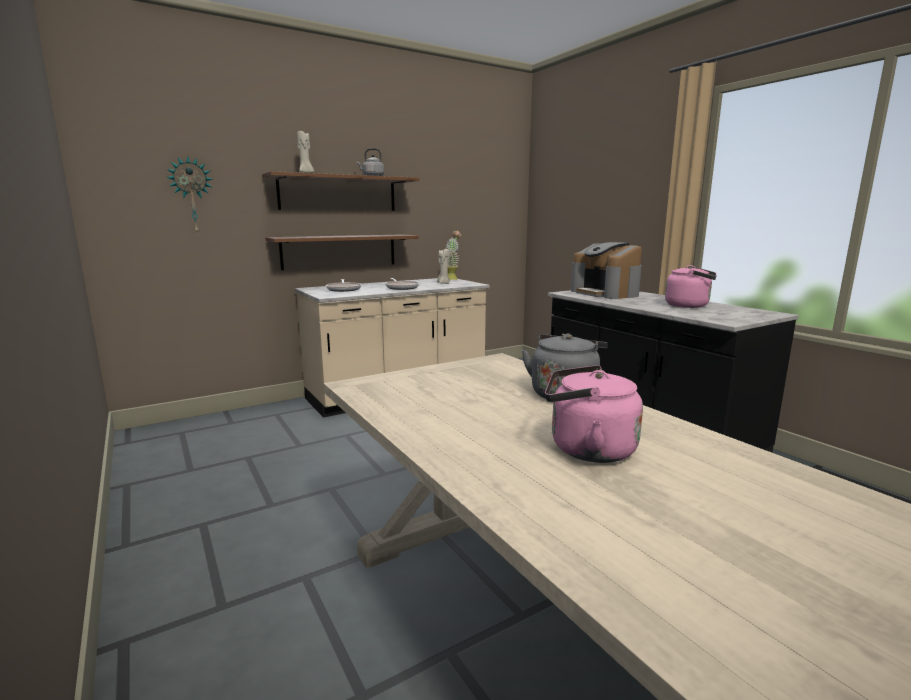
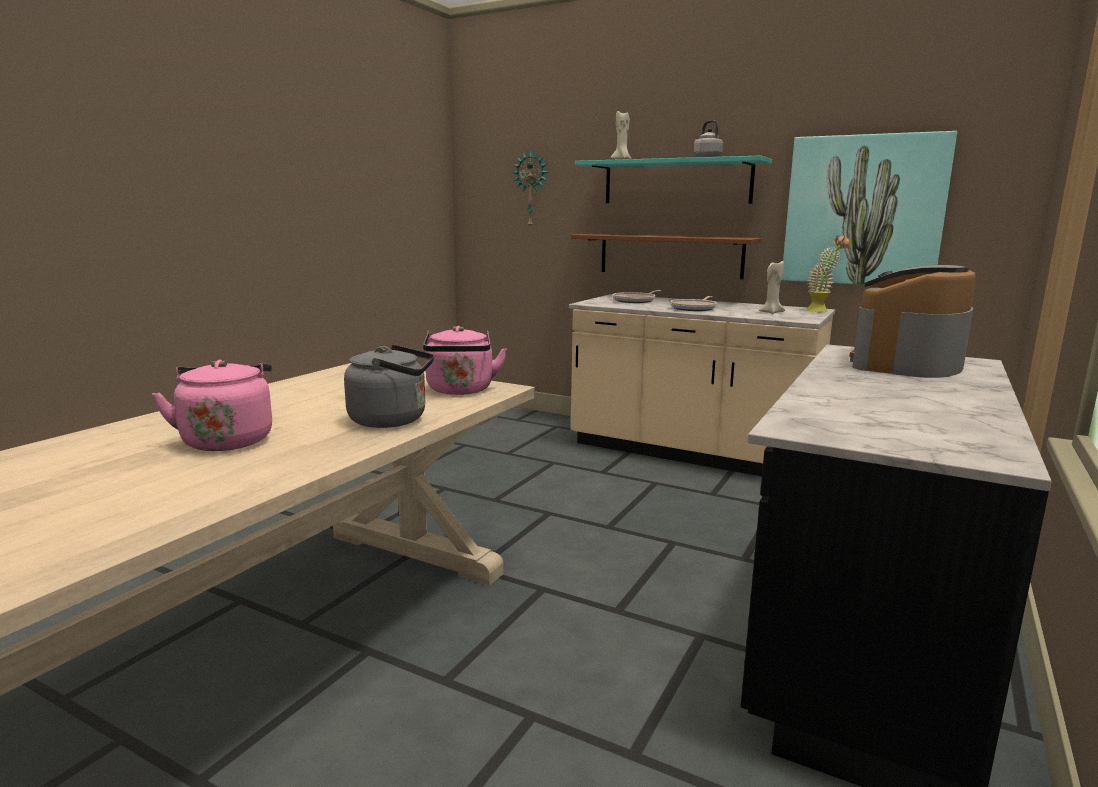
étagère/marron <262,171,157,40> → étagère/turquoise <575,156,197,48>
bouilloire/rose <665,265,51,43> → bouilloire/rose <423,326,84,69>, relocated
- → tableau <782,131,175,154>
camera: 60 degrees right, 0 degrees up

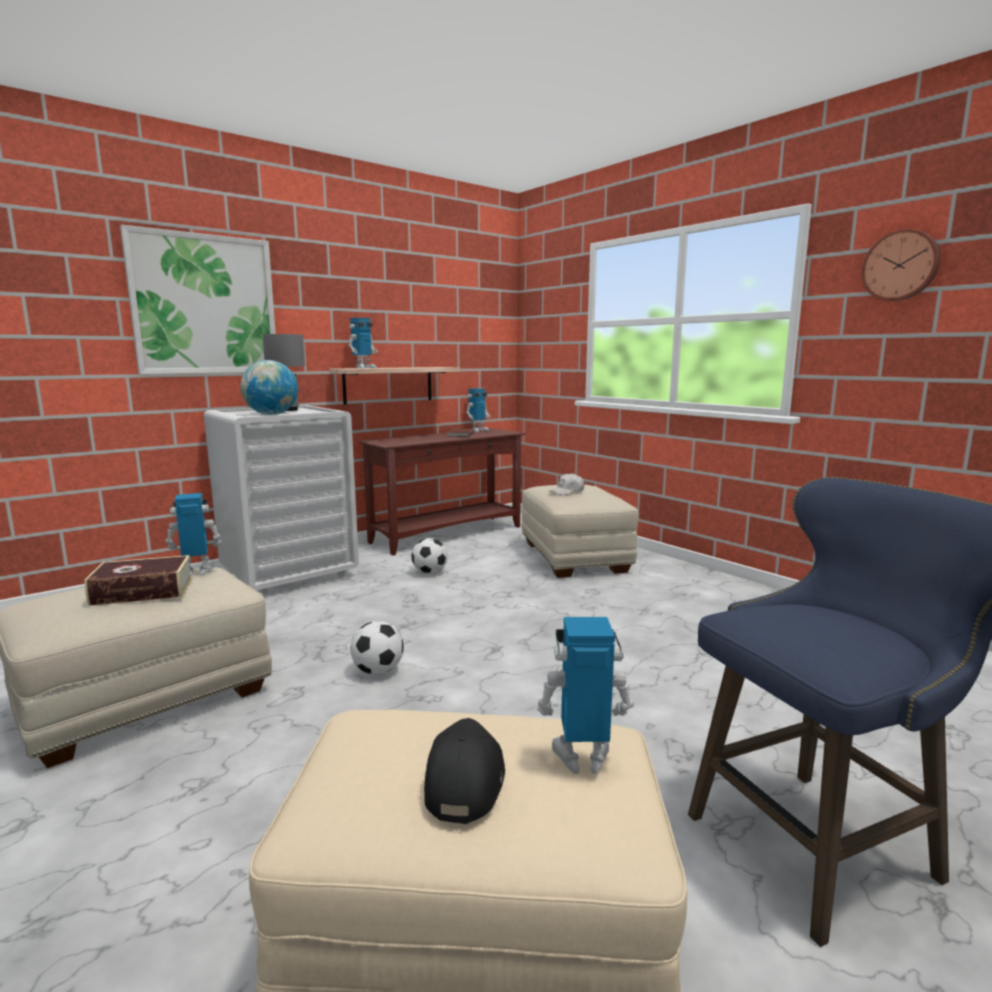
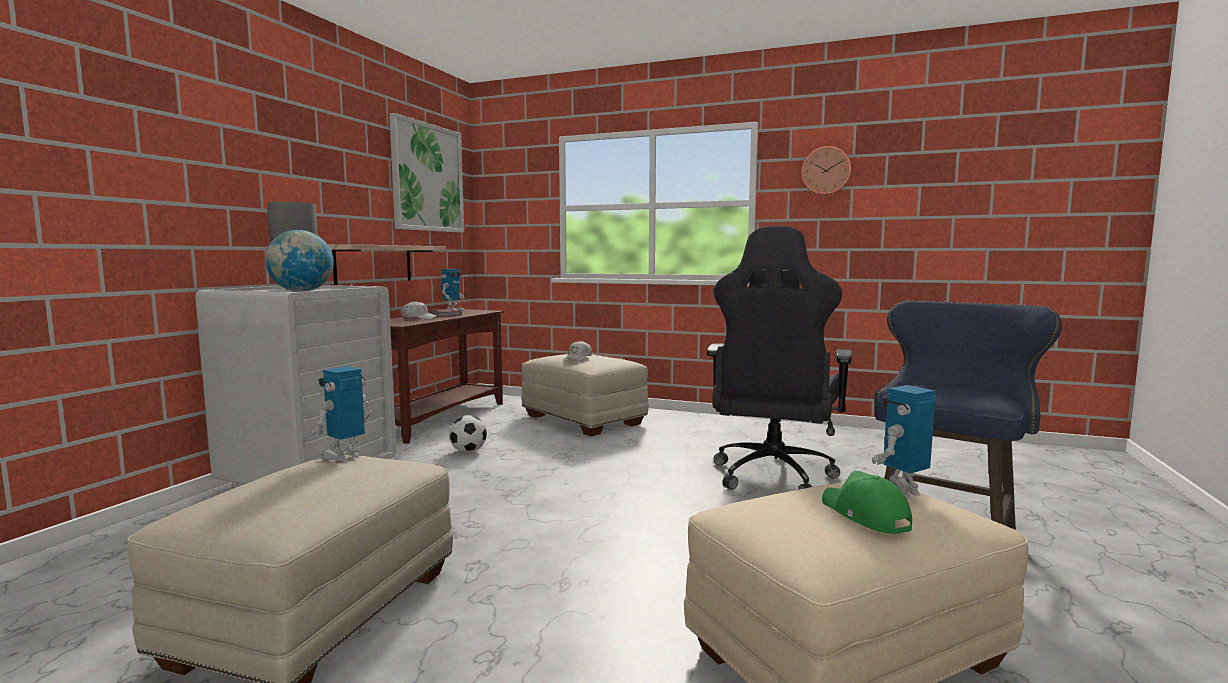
livre <84,555,109,51> → -
tableau <120,225,156,149> → tableau <389,113,75,120>, relocated
robot jouet <348,318,30,50> → -
ballon de foot <351,621,53,54> → -
casquette/noir <424,718,81,106> → casquette/vert <822,471,90,63>
- → casquette/blanc <401,301,37,19>
- → chaise de bureau/noir <707,226,146,264>
camera: 30 degrees left, 5 degrees down

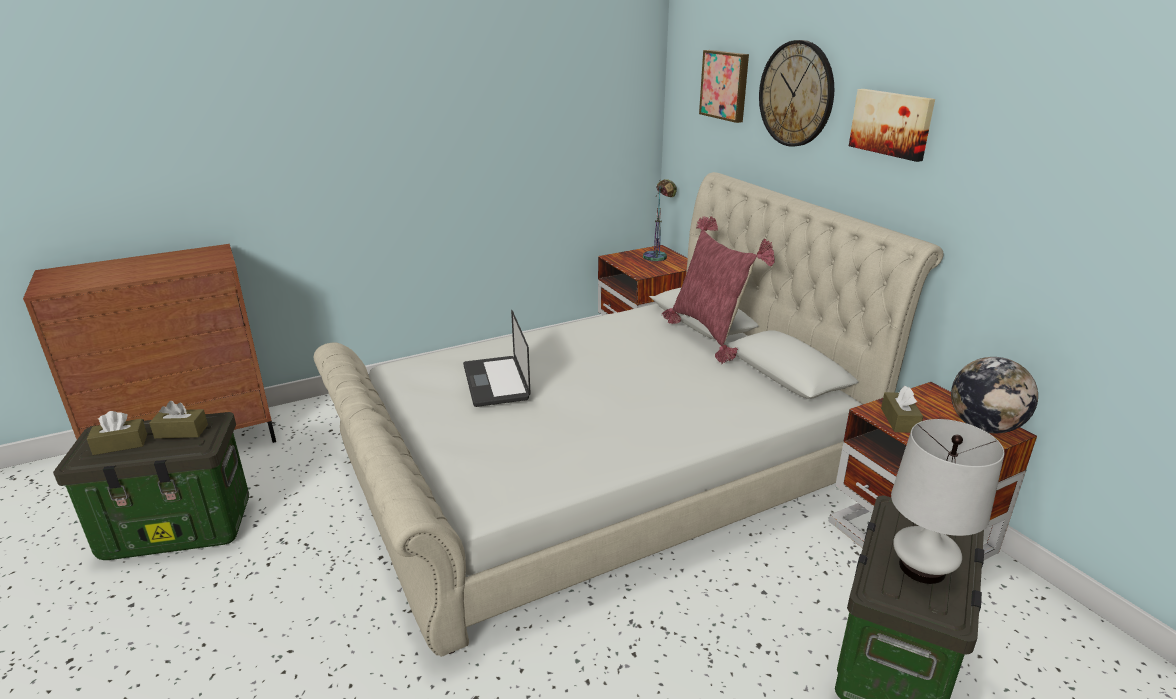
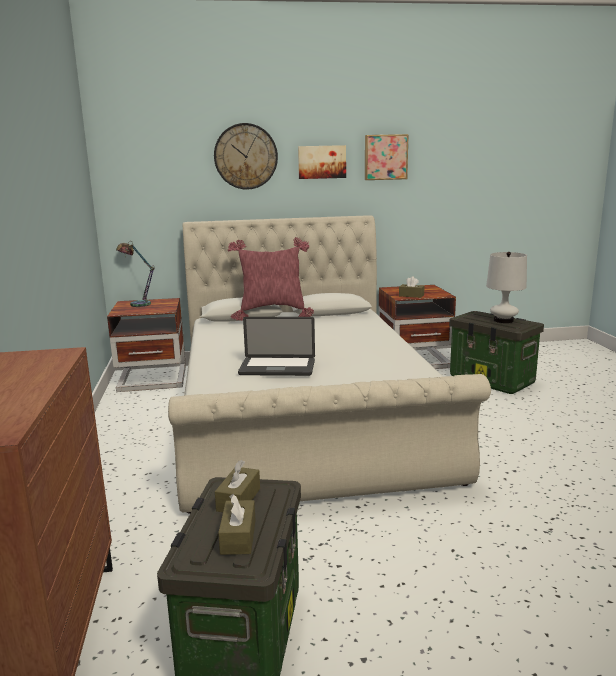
tableau <699,50,50,73> → tableau <365,134,44,46>, relocated
globe <951,357,87,76> → -
camera: 70 degrees left, 10 degrees down

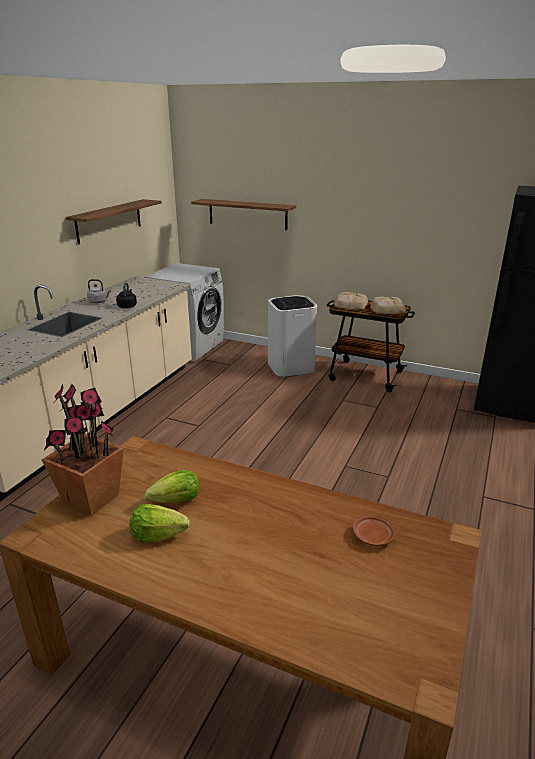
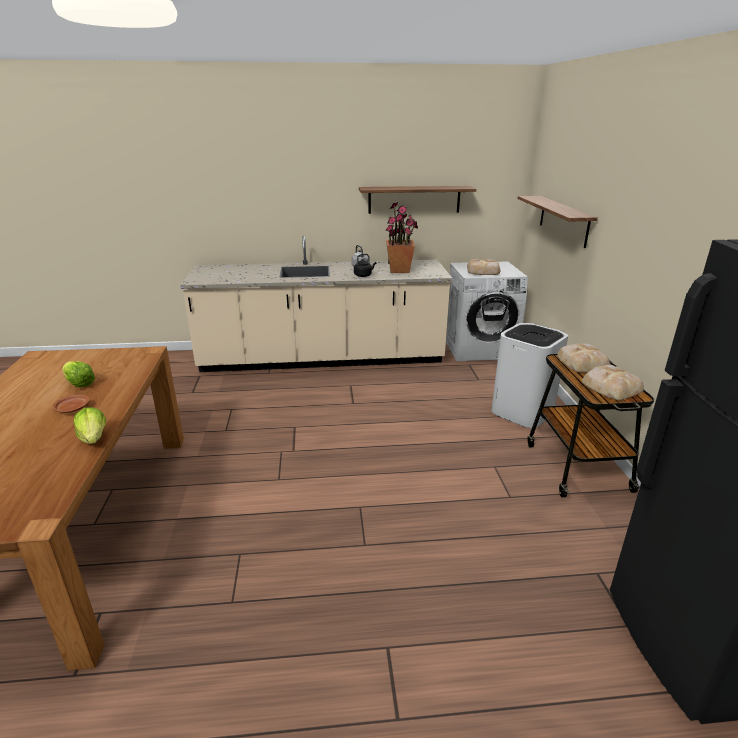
plante en pot <42,384,82,132> → plante en pot <385,202,33,71>, relocated
laitue <129,504,61,38> → laitue <74,407,32,37>, relocated
assiette/marron <352,515,45,31> → assiette/marron <53,395,37,18>, relocated
- → pain <467,259,33,16>
camera: 60 degrees right, 0 degrees up

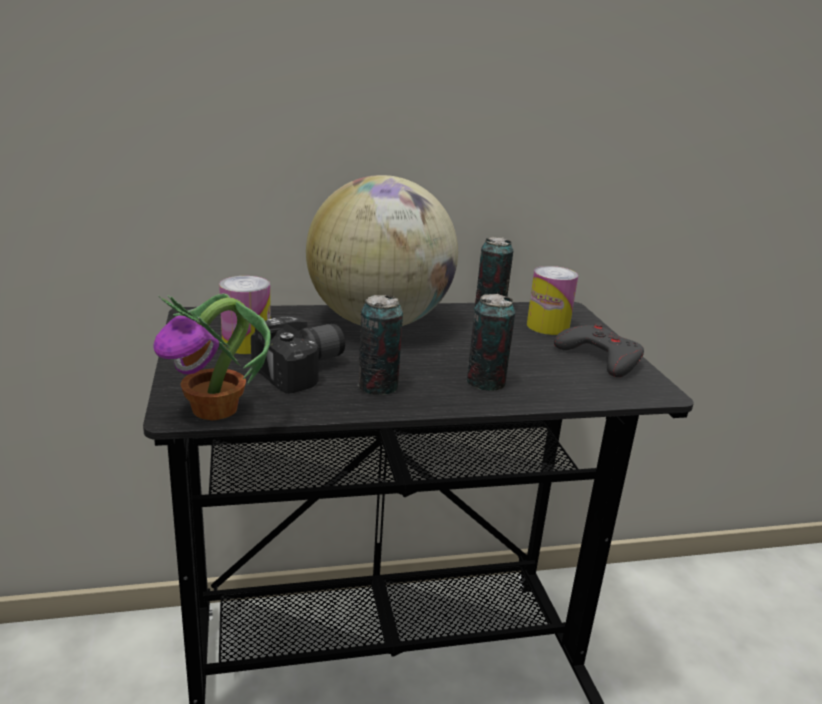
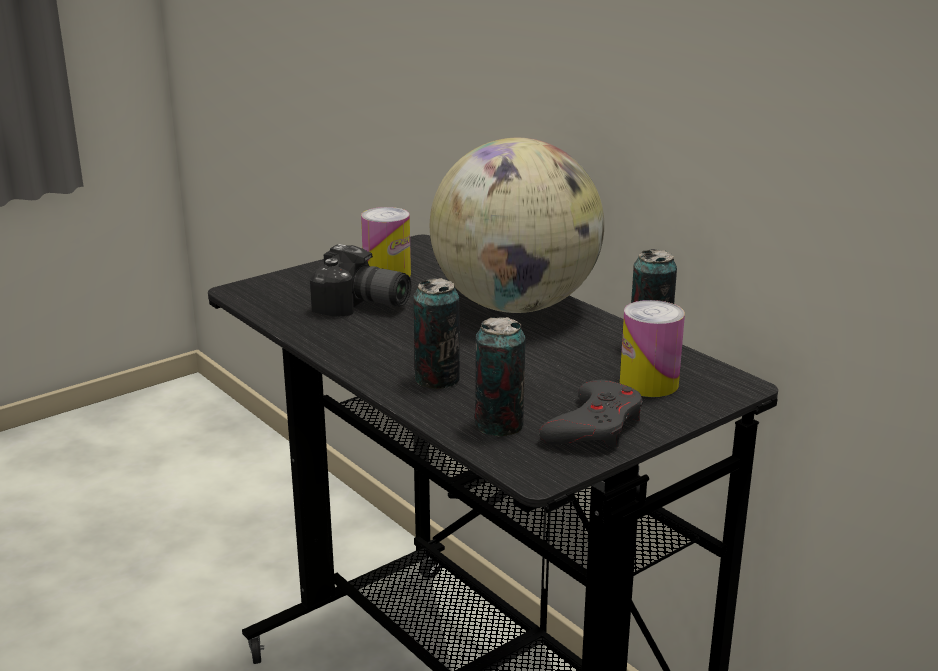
plante en pot <153,293,118,127> → -
boîte métallique <357,295,46,100> → boîte métallique <475,317,51,119>, relocated
camera: 65 degrees right, 0 degrees up

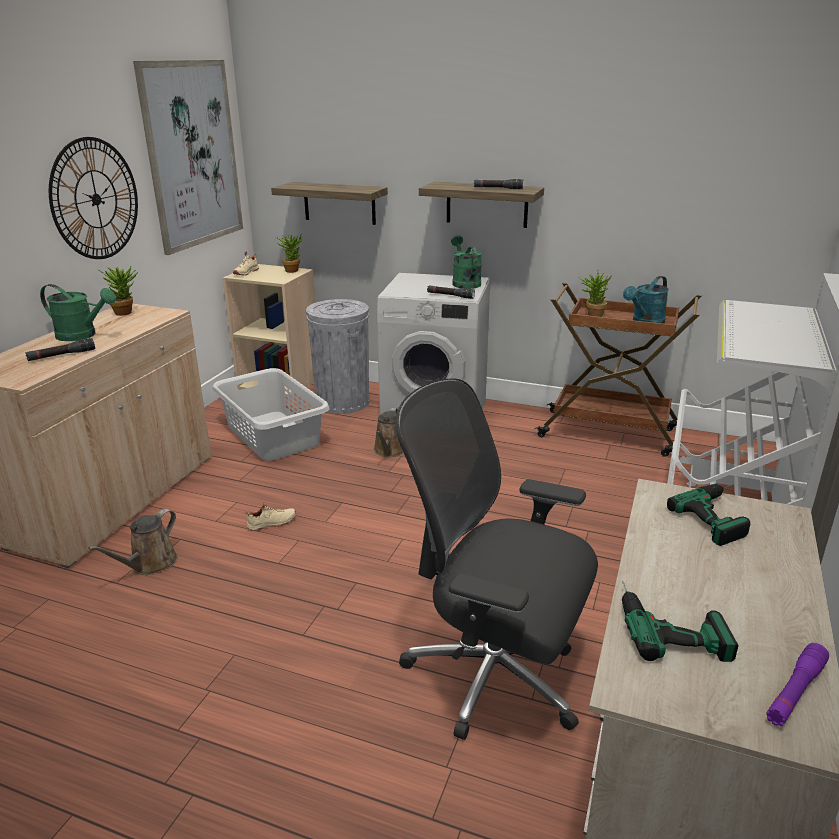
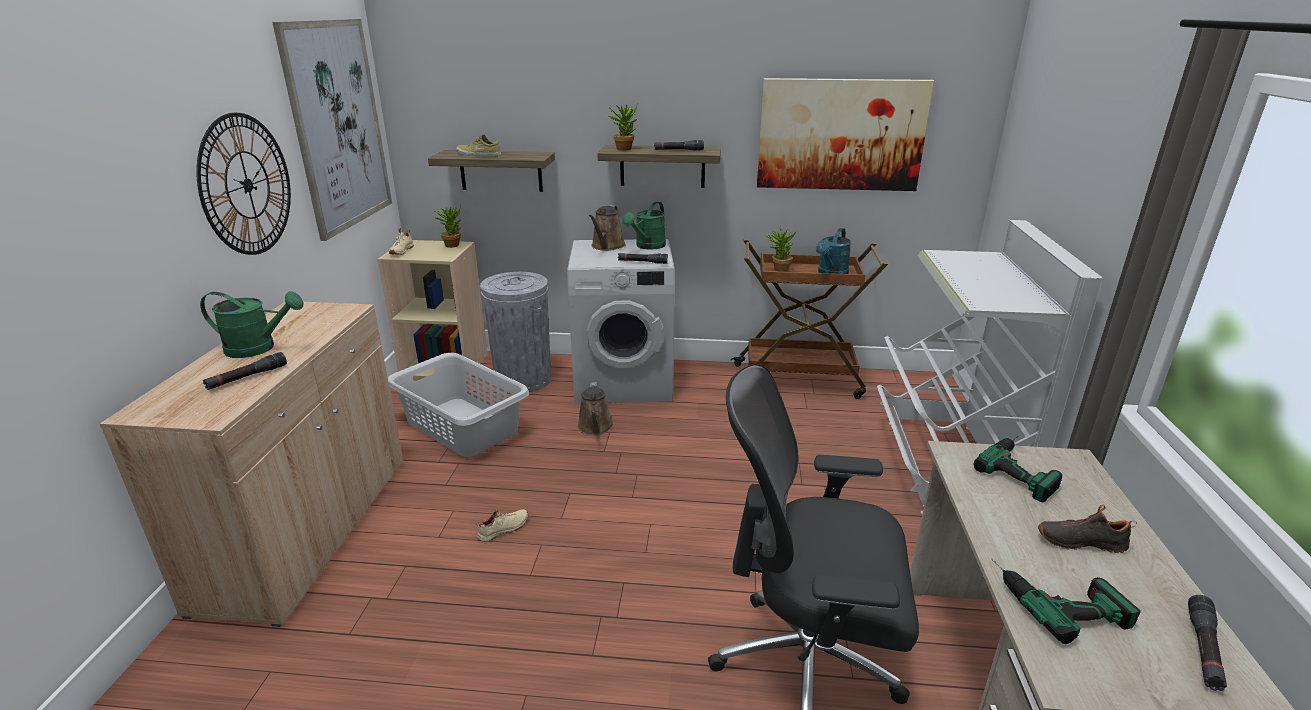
arrosoir/marron <88,509,90,66> → arrosoir/marron <589,205,37,46>, relocated
plante en pot <99,266,39,50> → plante en pot <607,105,31,46>, relocated
arrosoir/vert <451,236,31,53> → arrosoir/vert <622,202,44,48>, 120 degrees counterclockwise
lampe de poche/violet <766,643,63,83> → lampe de poche/noir <1188,595,39,96>
- → chaussure/beige <456,134,45,23>
- → tableau <757,78,177,113>
- → chaussure/noir <1038,505,99,48>
camera: 15 degrees left, 0 degrees up

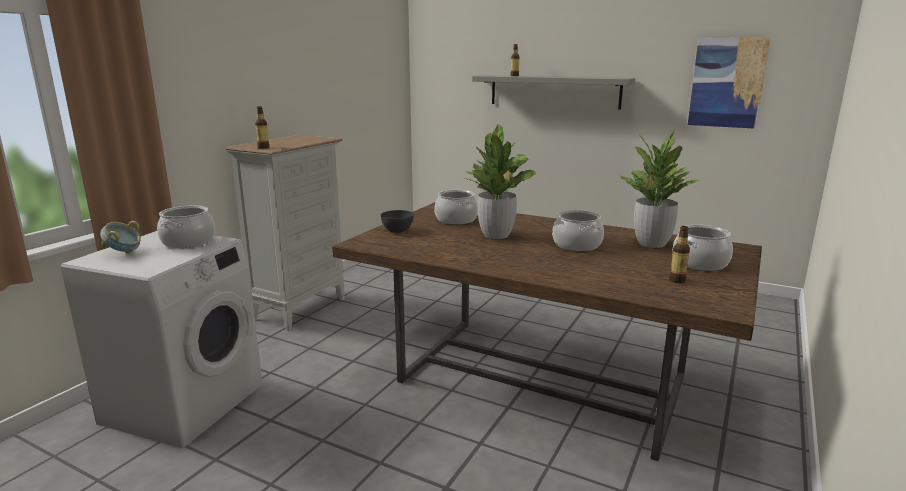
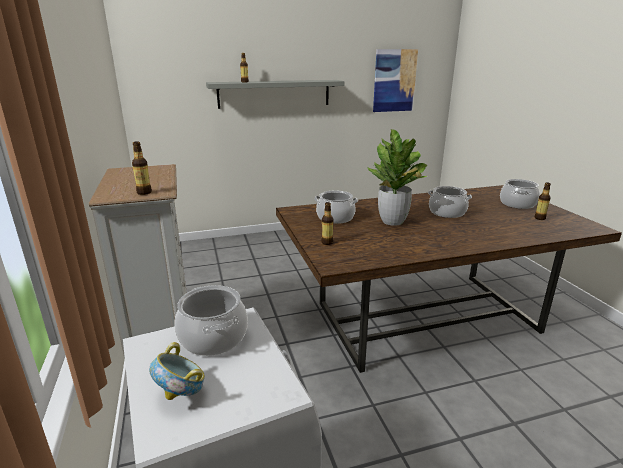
bol/gris <381,210,33,23> → bouteille <321,202,13,43>
plante en pot <620,129,80,119> → -
camera: 45 degrees left, 5 degrees up

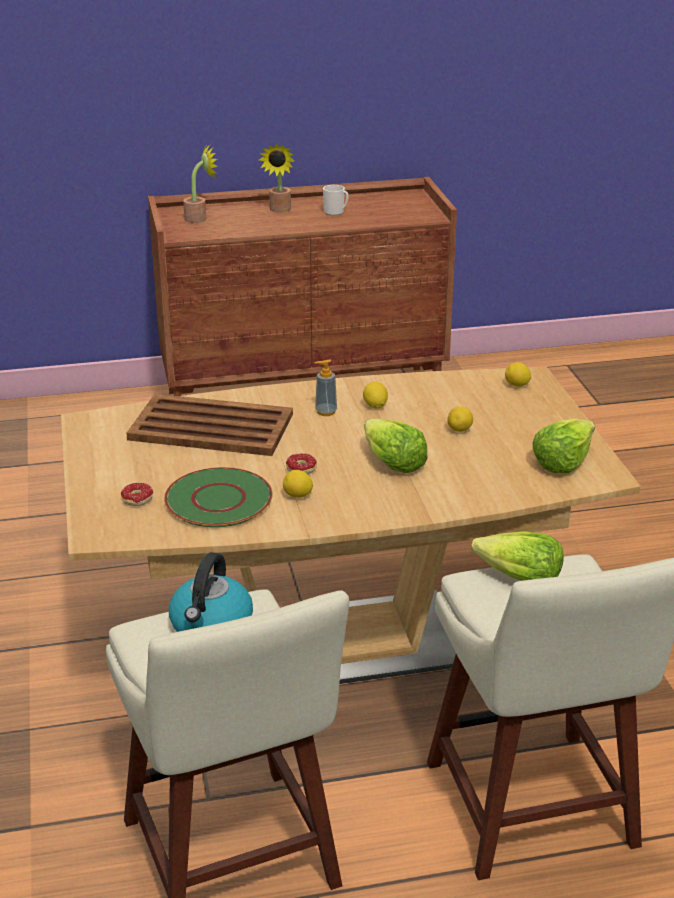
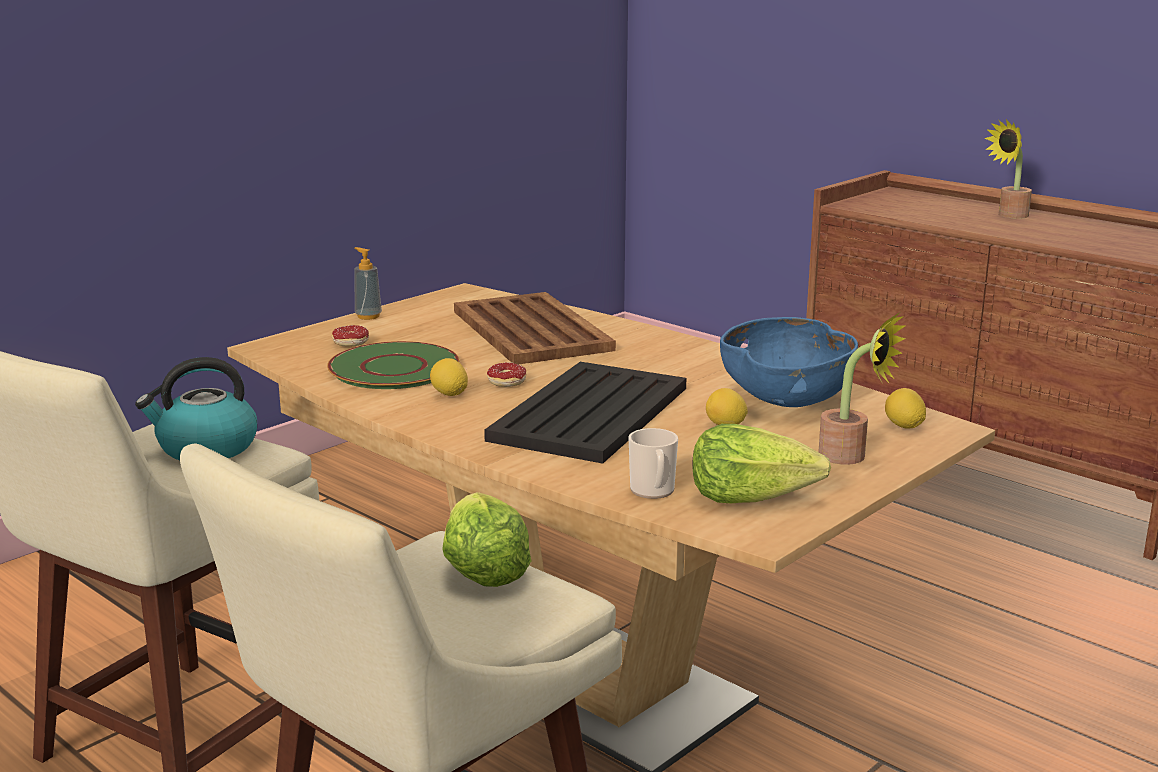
plante en pot <183,144,35,79> → plante en pot <818,313,87,152>, relocated
distributeur de savon <315,359,22,57> → distributeur de savon <354,247,28,73>, relocated
mug <323,185,26,31> → mug <629,428,49,71>, relocated
citron <363,382,25,26> → -
laitue <364,418,64,55> → plateau/noir <484,362,202,102>
- → bol/bleu <720,317,138,90>
camera: 55 degrees right, 10 degrees down

